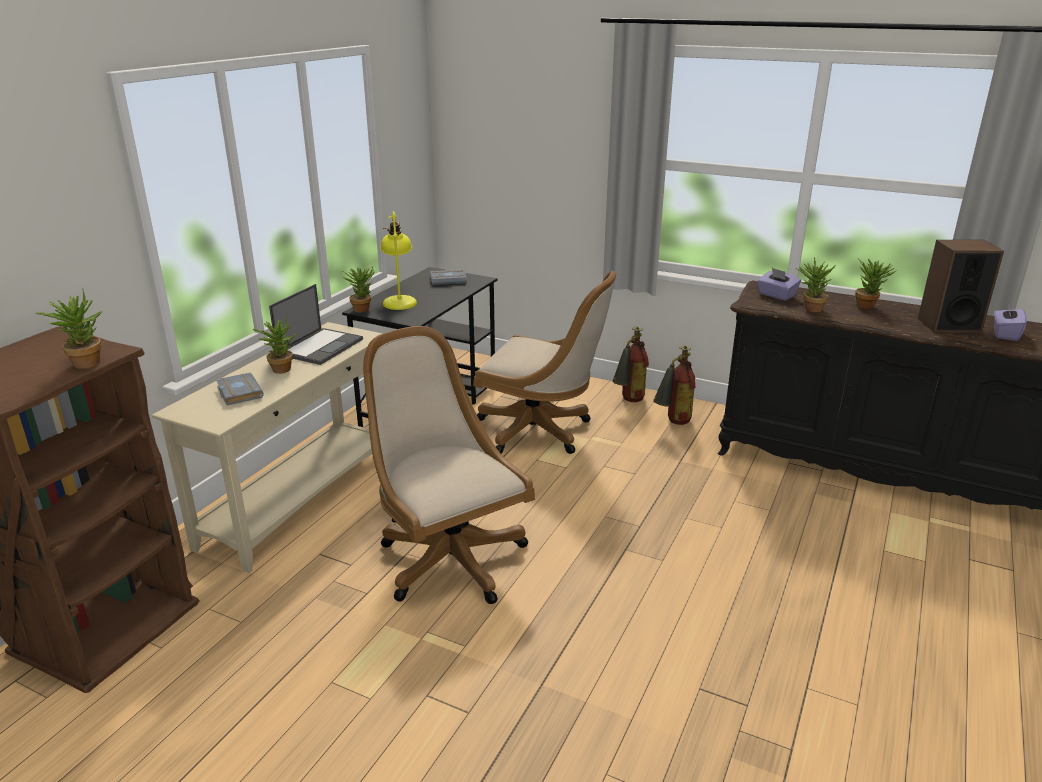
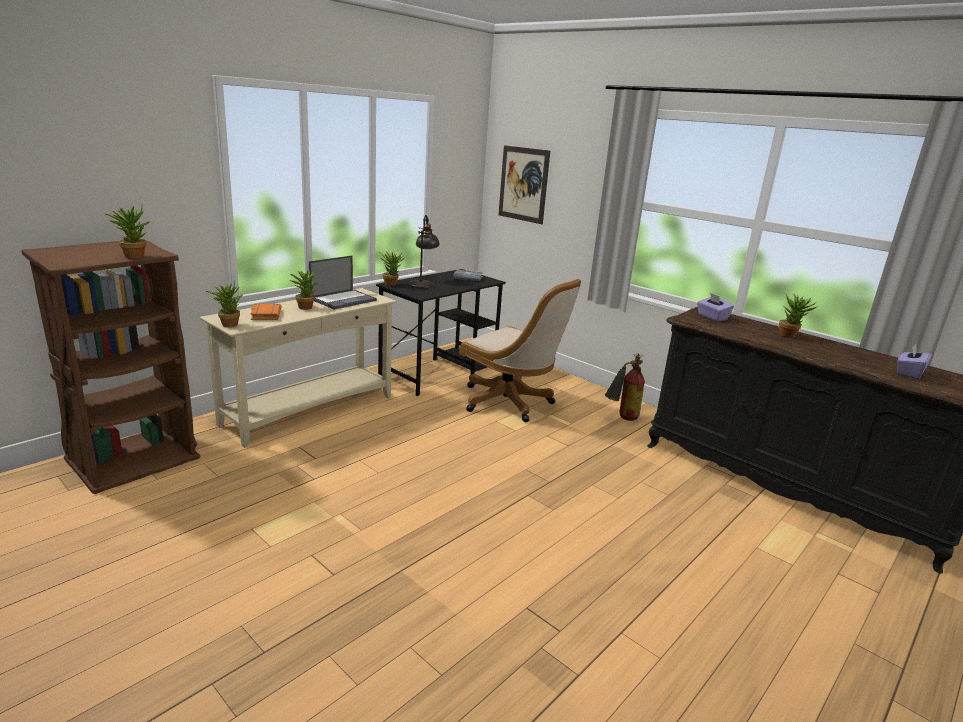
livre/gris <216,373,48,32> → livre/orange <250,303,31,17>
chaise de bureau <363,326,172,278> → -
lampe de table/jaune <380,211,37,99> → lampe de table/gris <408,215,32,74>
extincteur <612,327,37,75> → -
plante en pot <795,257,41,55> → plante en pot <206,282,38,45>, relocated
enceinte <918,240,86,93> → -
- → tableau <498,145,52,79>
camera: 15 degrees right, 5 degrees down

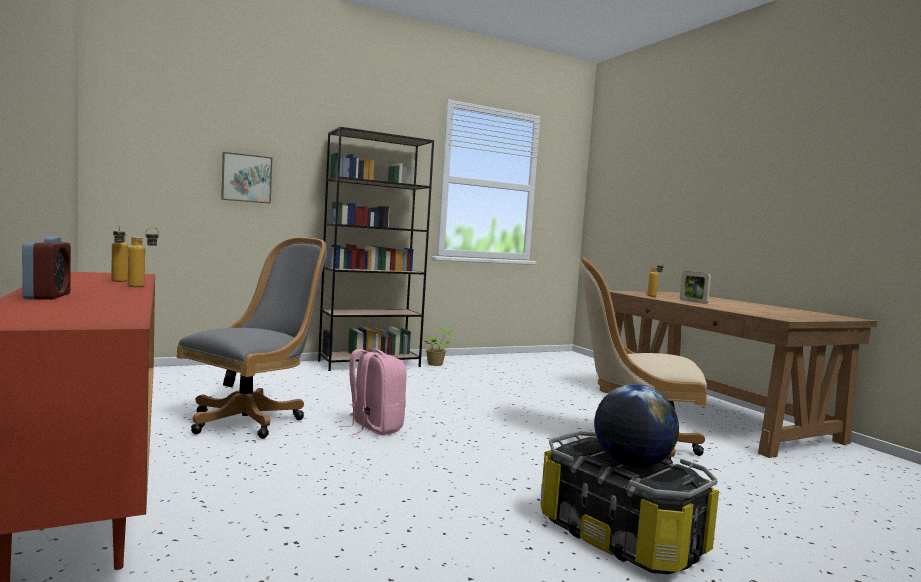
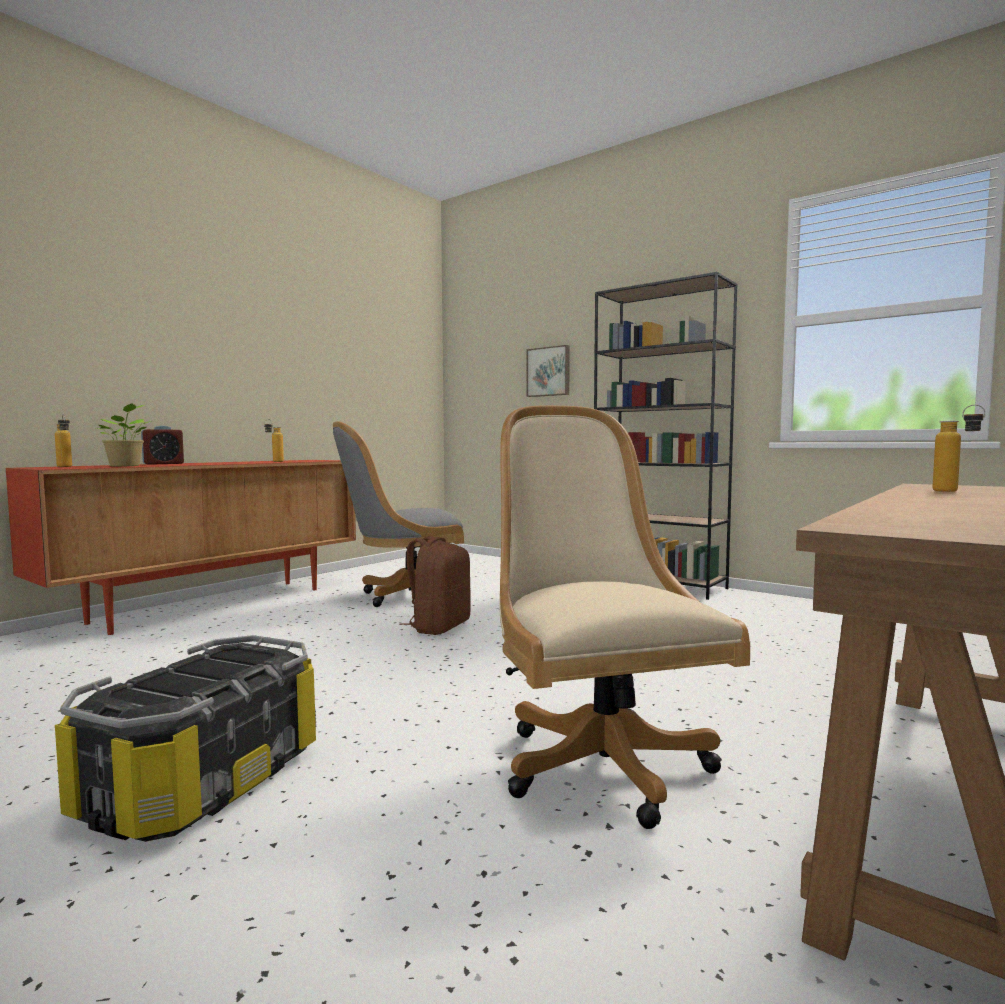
bouteille <128,227,31,60> → bouteille <55,414,17,53>, relocated
chaise de bureau/gris <177,237,149,202> → chaise de bureau/gris <333,421,131,186>, 150 degrees clockwise
sac à dos/rose <339,349,67,86> → sac à dos/marron <399,536,72,99>
plante en pot <425,328,29,38> → plante en pot <97,404,55,62>, relocated
globe <594,384,85,84> → -
cadre photo <680,271,31,33> → -
camera: 65 degrees right, 0 degrees up

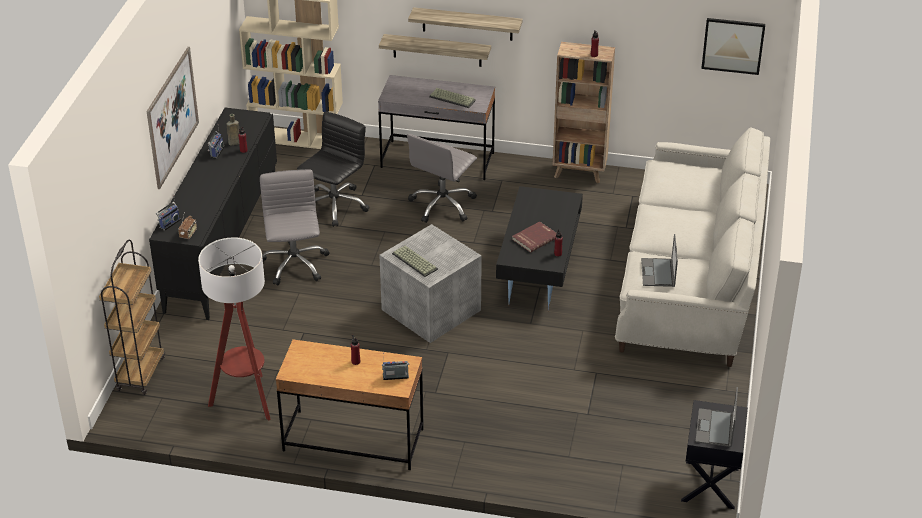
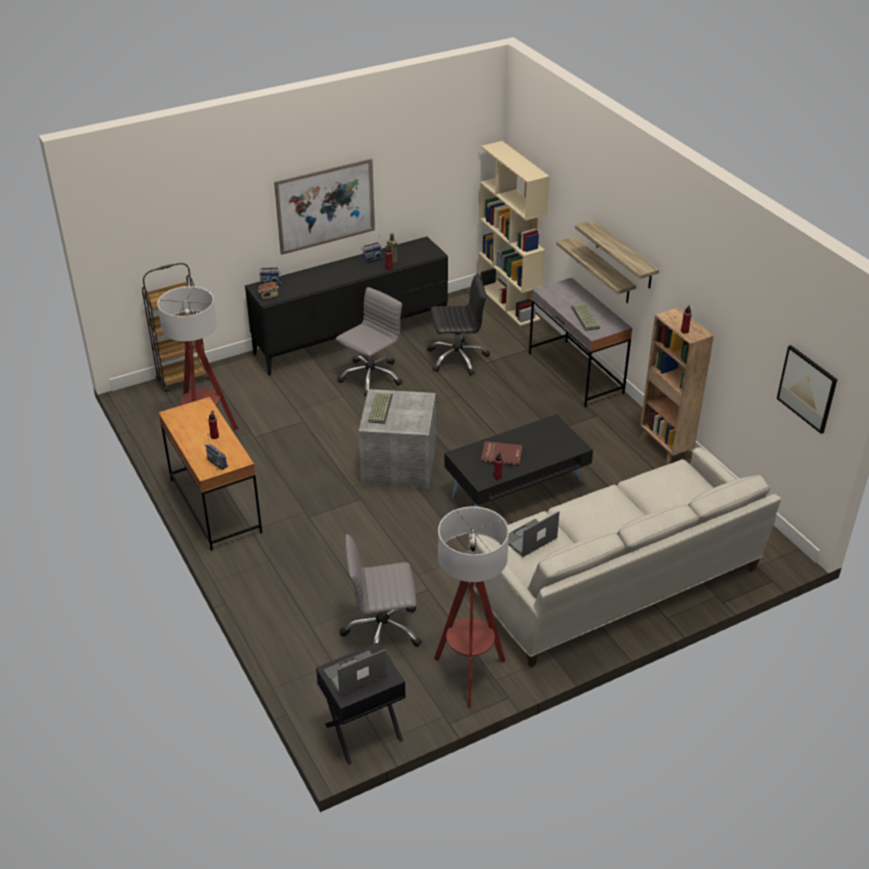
chaise de bureau/gris <407,134,70,89> → chaise de bureau/gris <340,534,82,113>, relocated
- → lampadaire <434,506,75,202>
camera: 50 degrees right, 0 degrees up

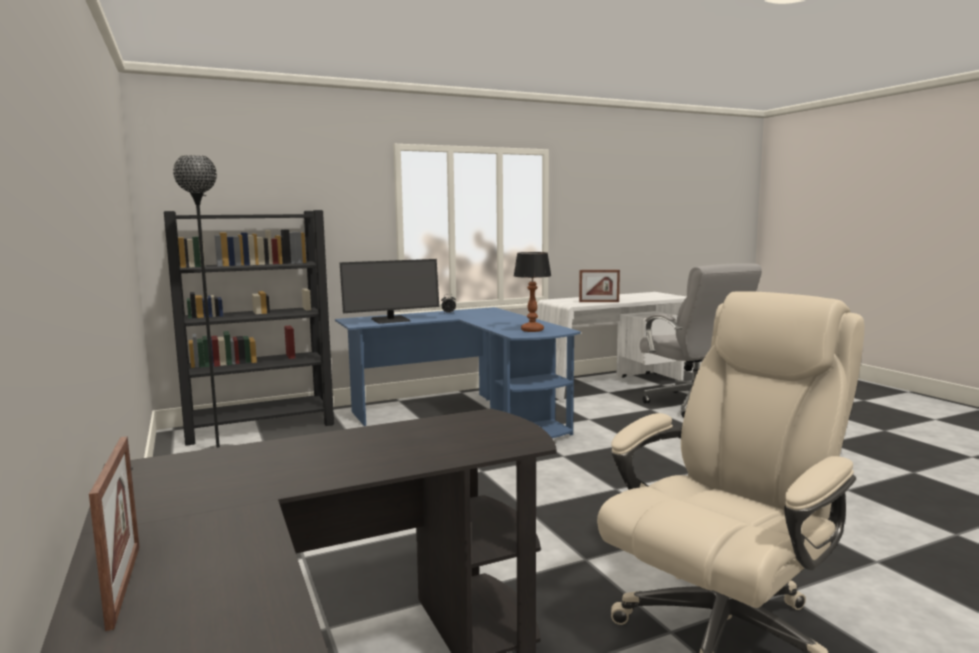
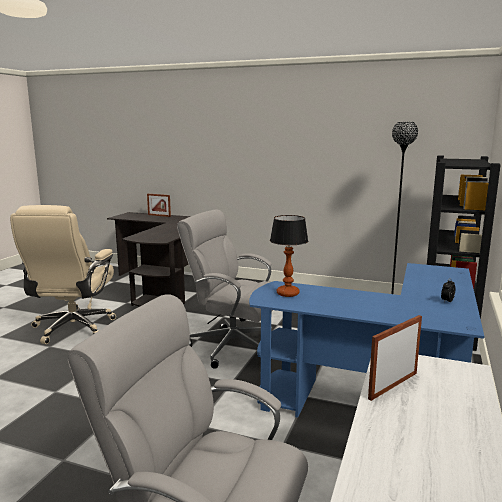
écran d'ordinateur <340,259,99,65> → -
- → chaise de bureau/gris <177,209,96,160>
camera: 135 degrees right, 5 degrees up

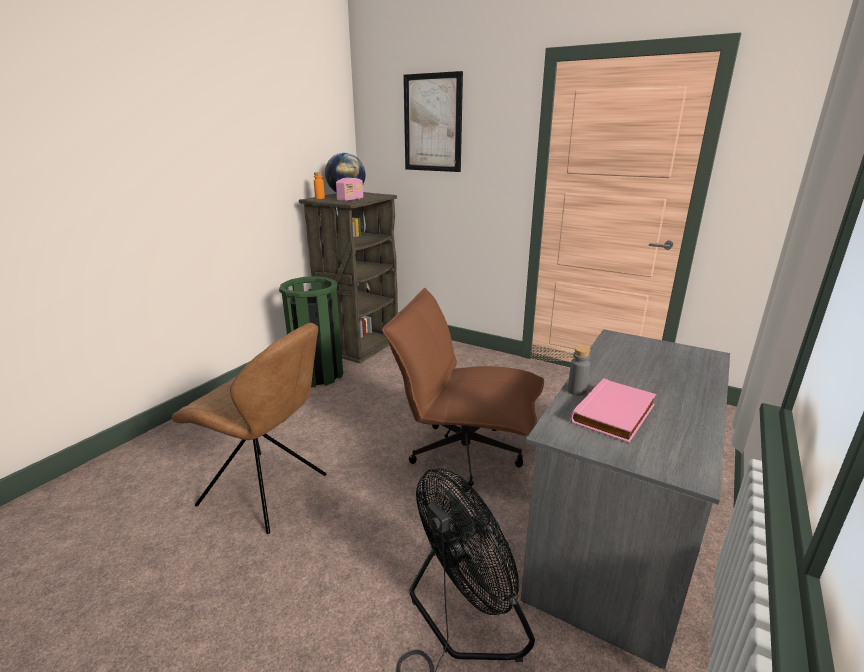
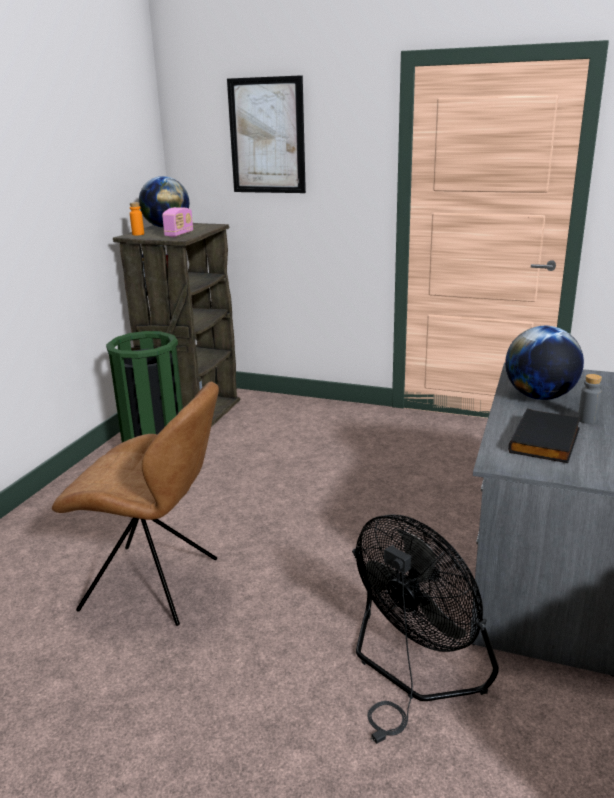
chaise de bureau/marron <382,288,162,204> → -
bouteille/gris <568,346,22,50> → bouteille/gris <578,374,24,50>, relocated
livre/rose <571,378,85,65> → livre/noir <508,409,73,54>
- → globe <505,326,79,74>
camera: 10 degrees left, 0 degrees up

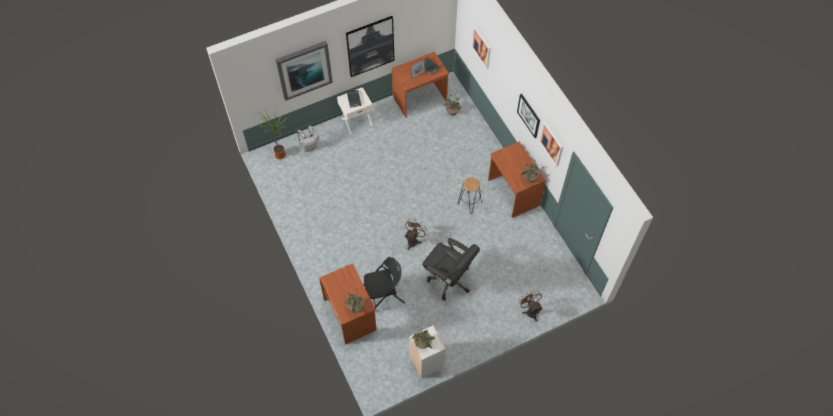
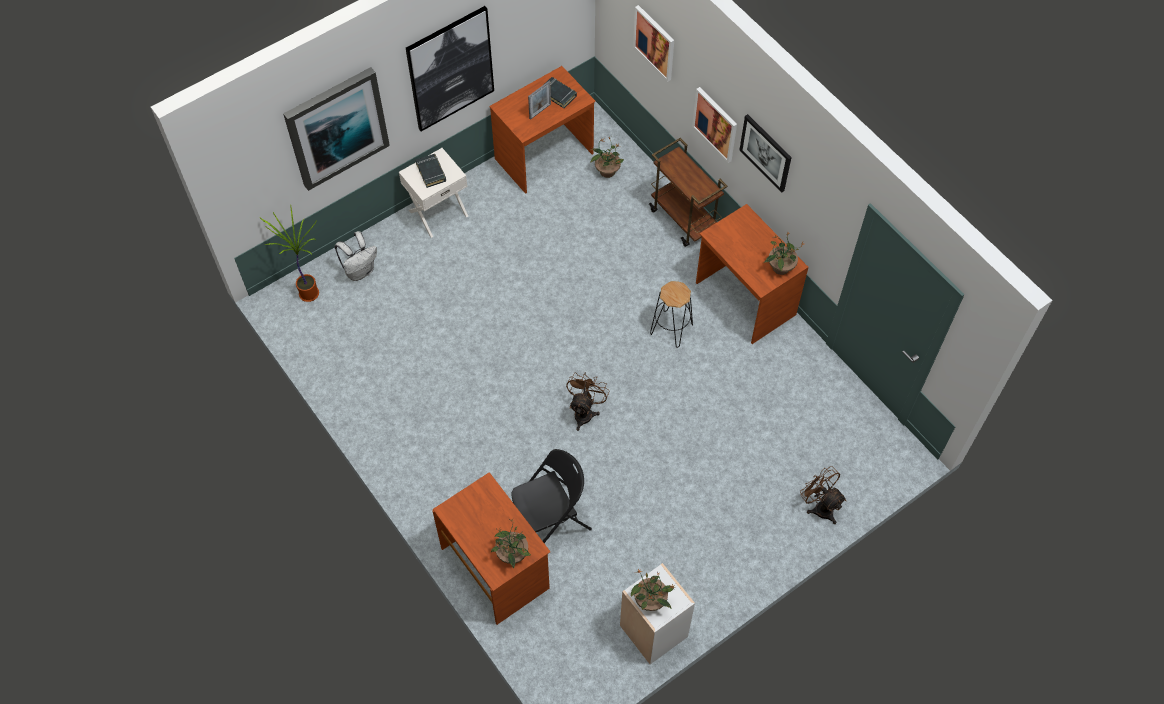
chaise de bureau/noir <423,238,57,63> → -
tableau <539,121,24,46> → tableau <692,87,45,76>, relocated
- → chariot/marron <649,138,79,109>
camera: 10 degrees left, 0 degrees up

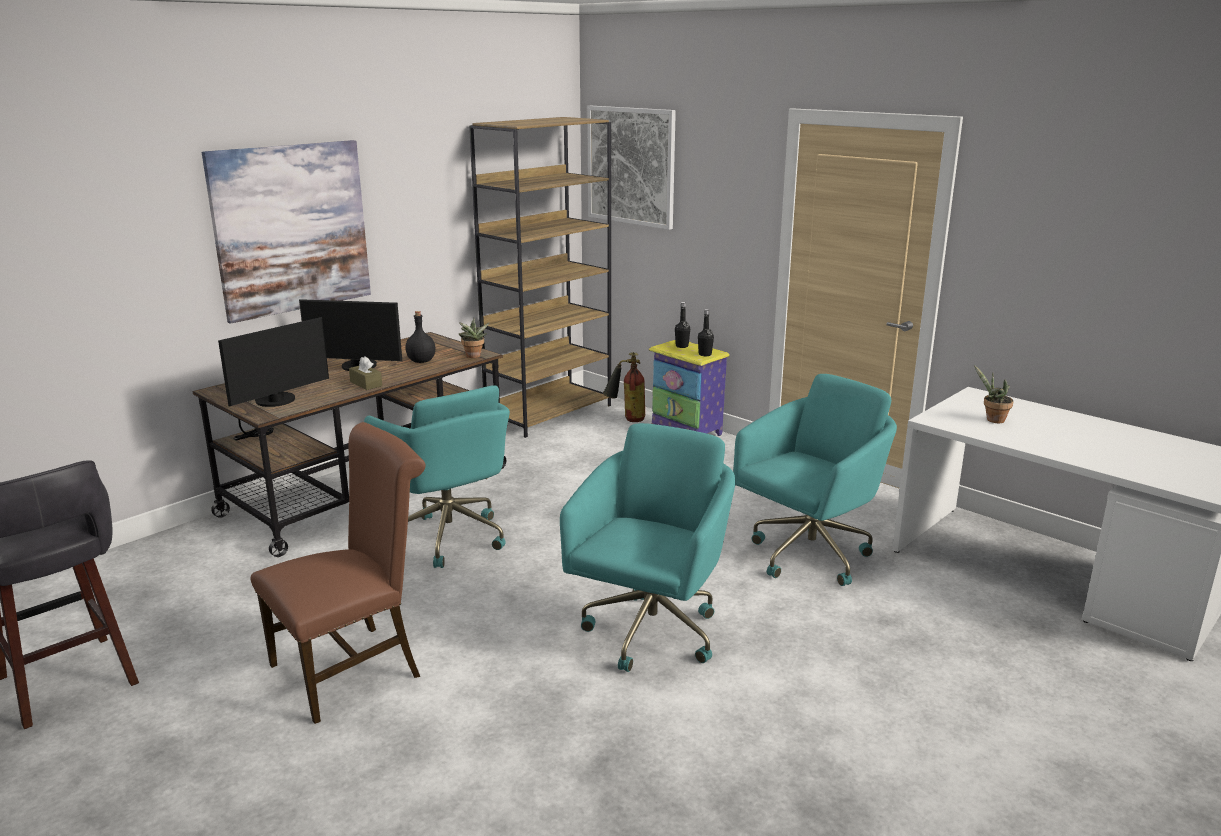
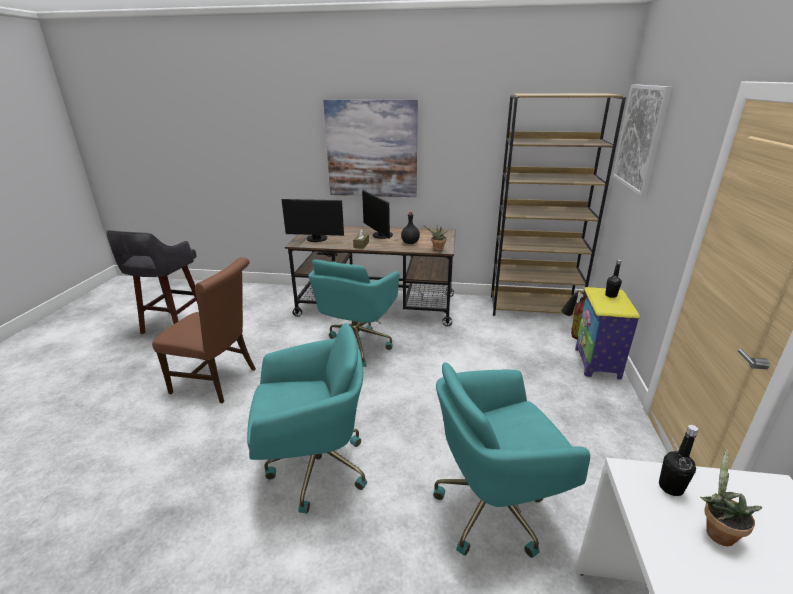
bouteille/noir <698,309,16,47> → bouteille/noir <659,425,39,71>, relocated
chaise de bureau/turquoise <733,374,164,212> → chaise de bureau/turquoise <433,362,157,196>, 150 degrees clockwise
camera: 55 degrees right, 5 degrees up

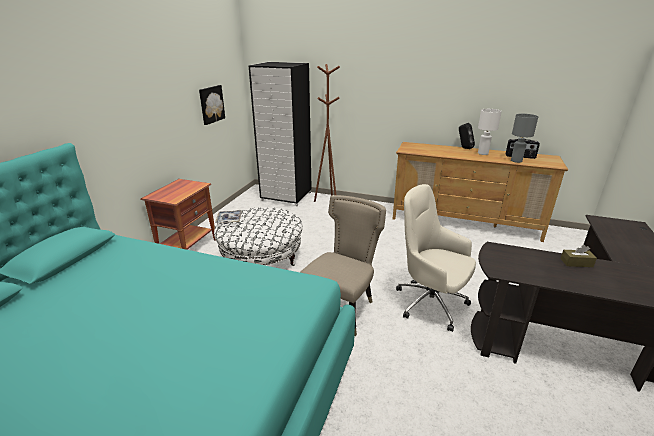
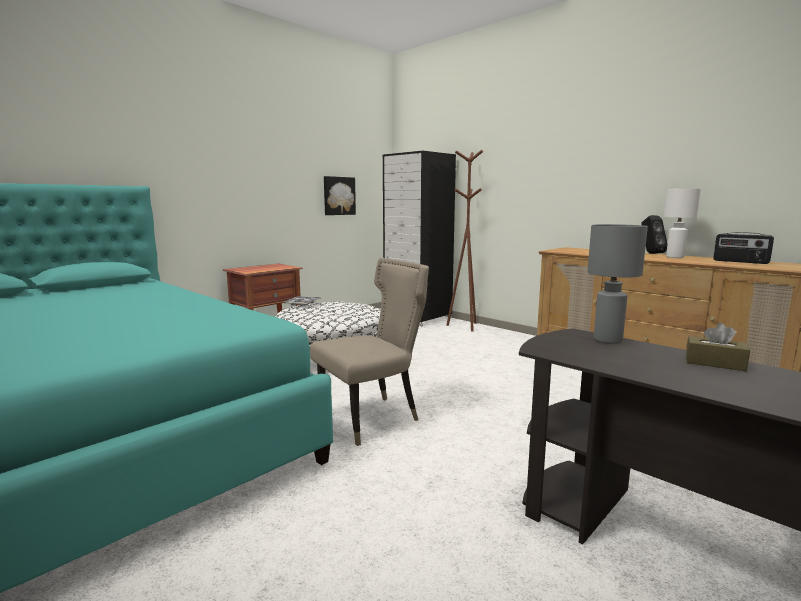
chaise de bureau/beige <396,184,80,148> → -
lampe de table/gris <511,114,27,49> → lampe de table/gris <587,224,61,120>, relocated
camera: 25 degrees right, 15 degrees down

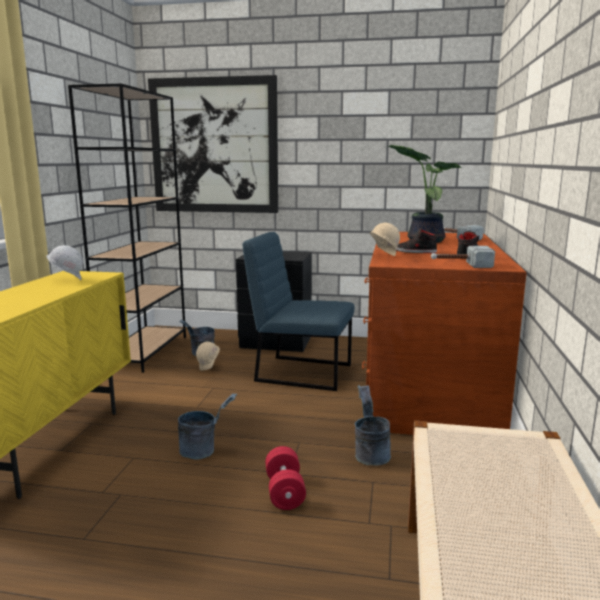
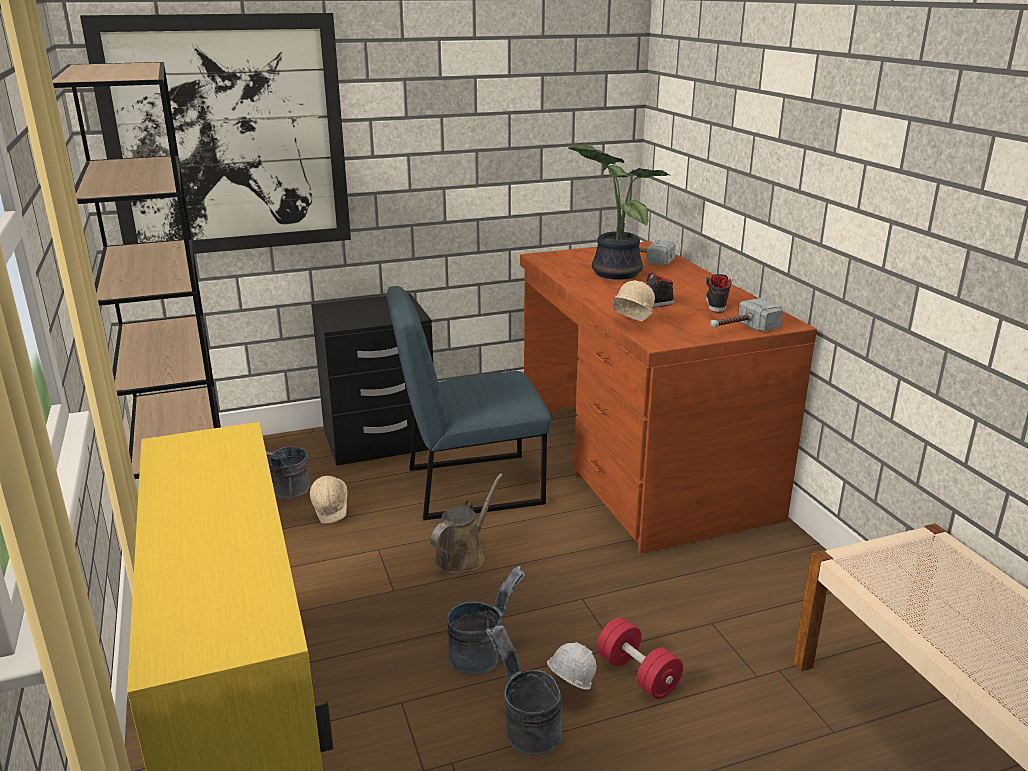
casque de chantier/blanc <47,245,36,35> → casque de chantier/blanc <547,642,49,47>, relocated
seau/gris <355,385,36,81> → seau/gris <486,625,76,131>, relocated
- → arrosoir/marron <431,473,72,101>
camera: 30 degrees left, 10 degrees up

